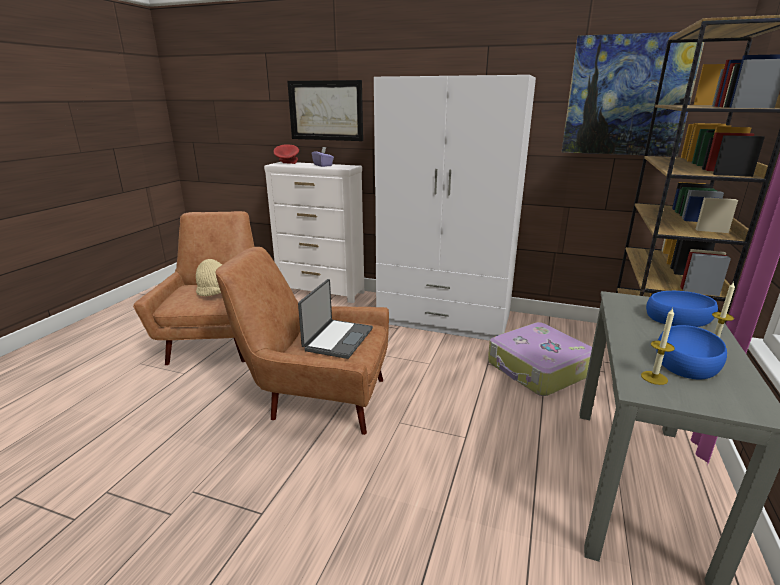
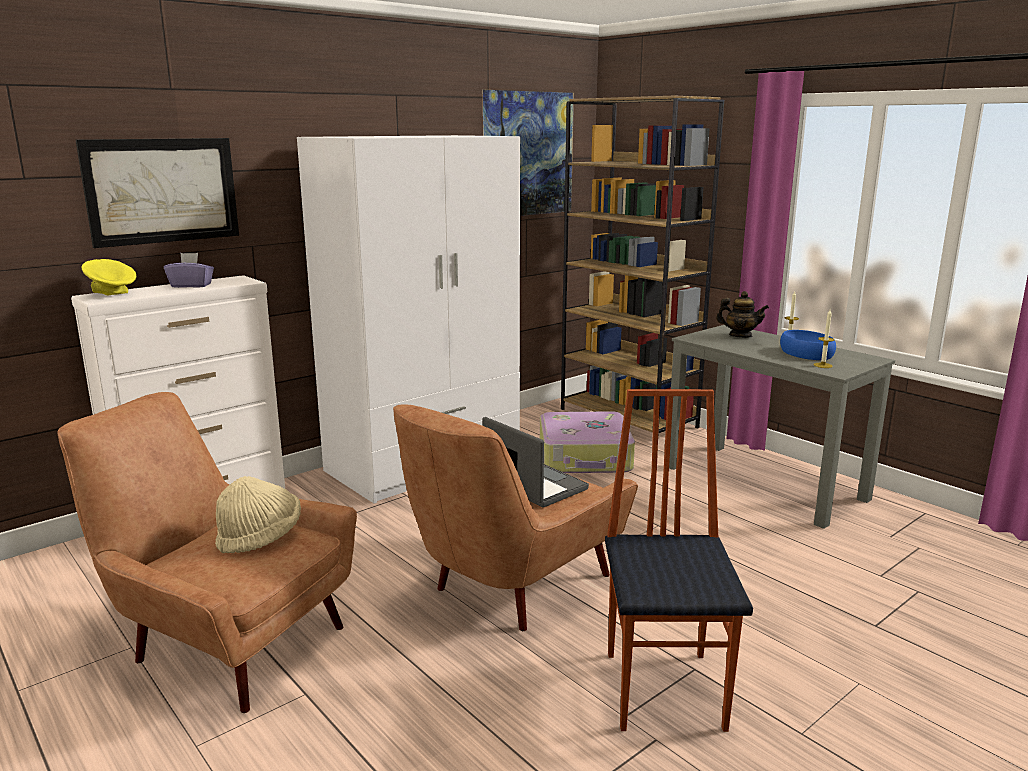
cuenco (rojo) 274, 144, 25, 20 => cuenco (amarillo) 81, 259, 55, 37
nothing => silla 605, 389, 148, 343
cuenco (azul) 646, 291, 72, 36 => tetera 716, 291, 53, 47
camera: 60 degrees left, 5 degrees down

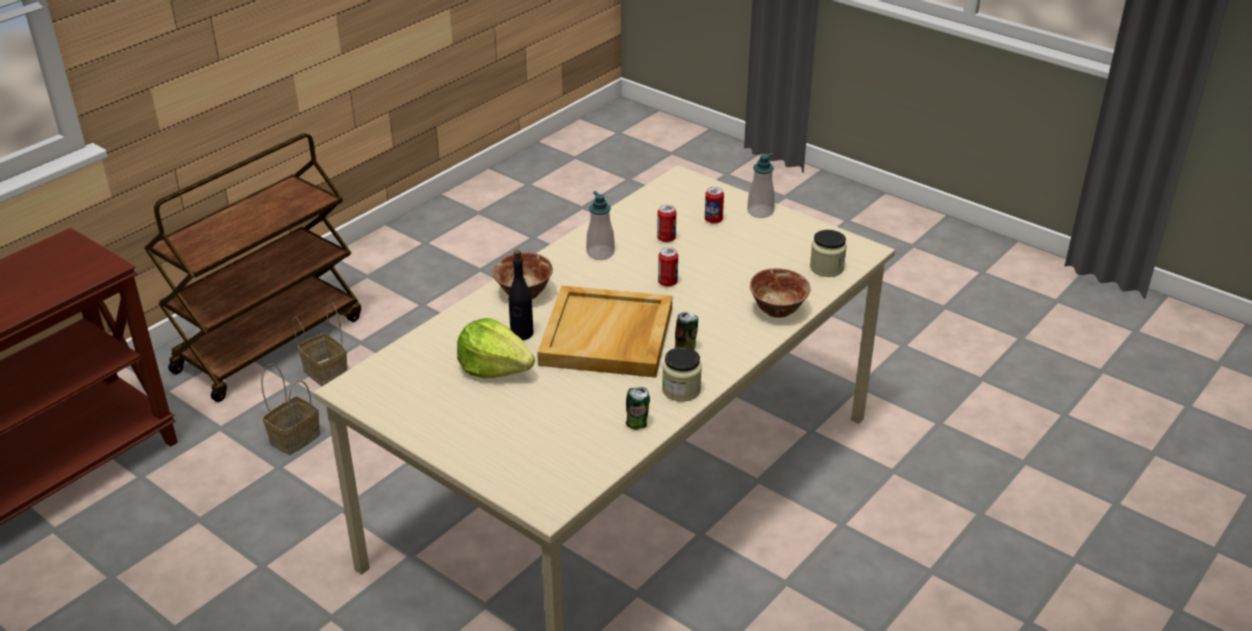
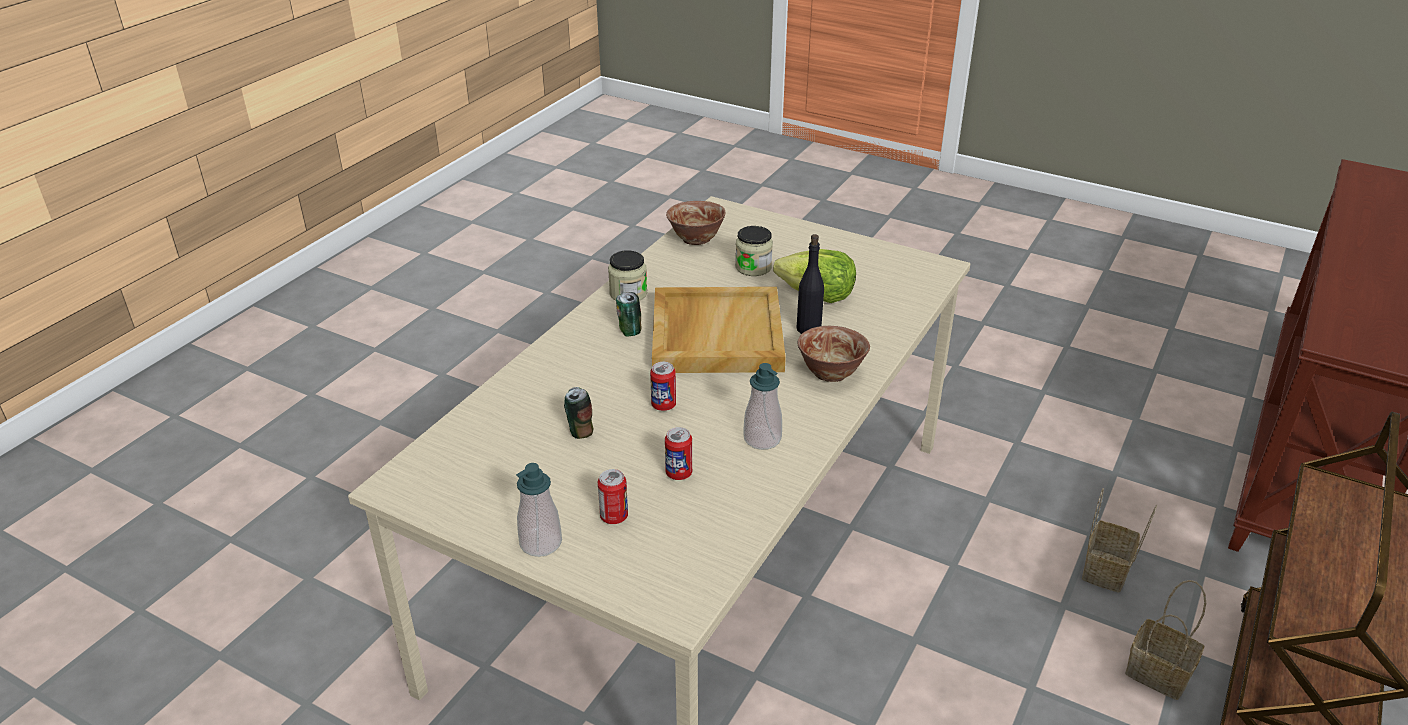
lata 626, 387, 24, 43 => lata 564, 387, 30, 52, moved
cuenco 750, 268, 60, 50 => cuenco 666, 201, 59, 44, moved
tarro 810, 230, 37, 47 => tarro 735, 226, 38, 50, moved
camera: 170 degrees right, 0 degrees up

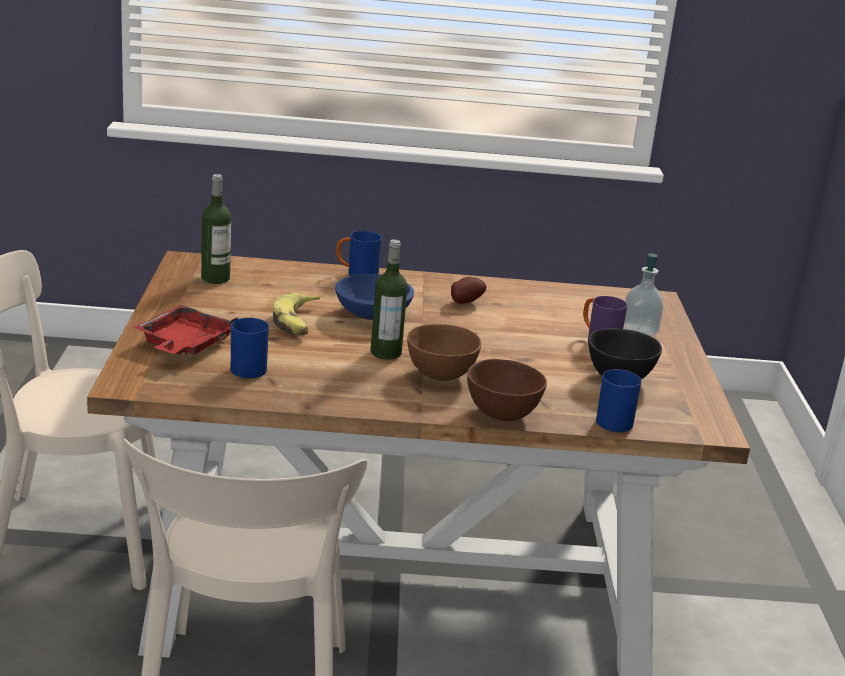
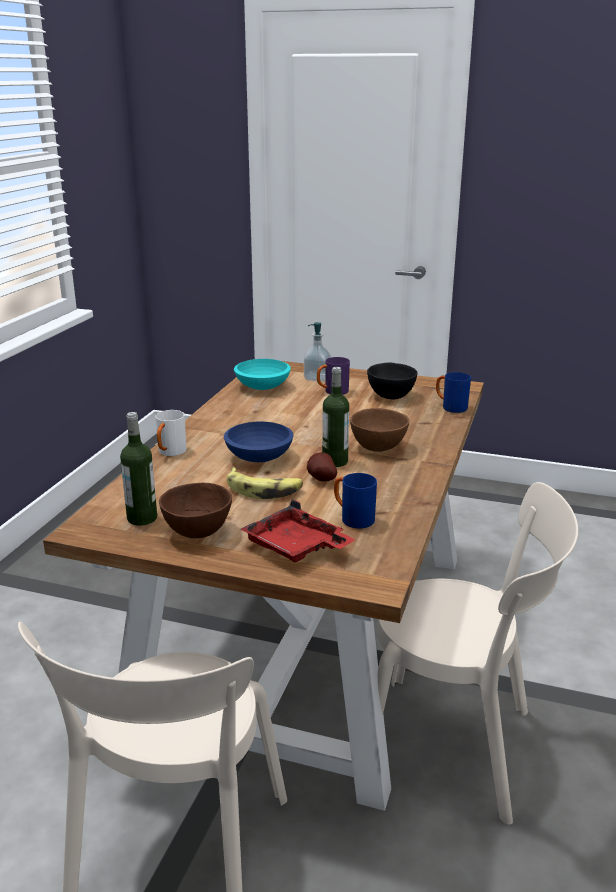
taza grande (azul) 336, 231, 46, 45 => taza grande (blanco) 155, 410, 32, 46
cuenco (marrón) 467, 359, 80, 62 => cuenco (marrón) 159, 482, 73, 56, moved
nothing => cuenco (turquesa) 234, 359, 57, 31
patata 451, 277, 36, 27 => patata 307, 452, 30, 30, moved
camera: 70 degrees left, 0 degrees up

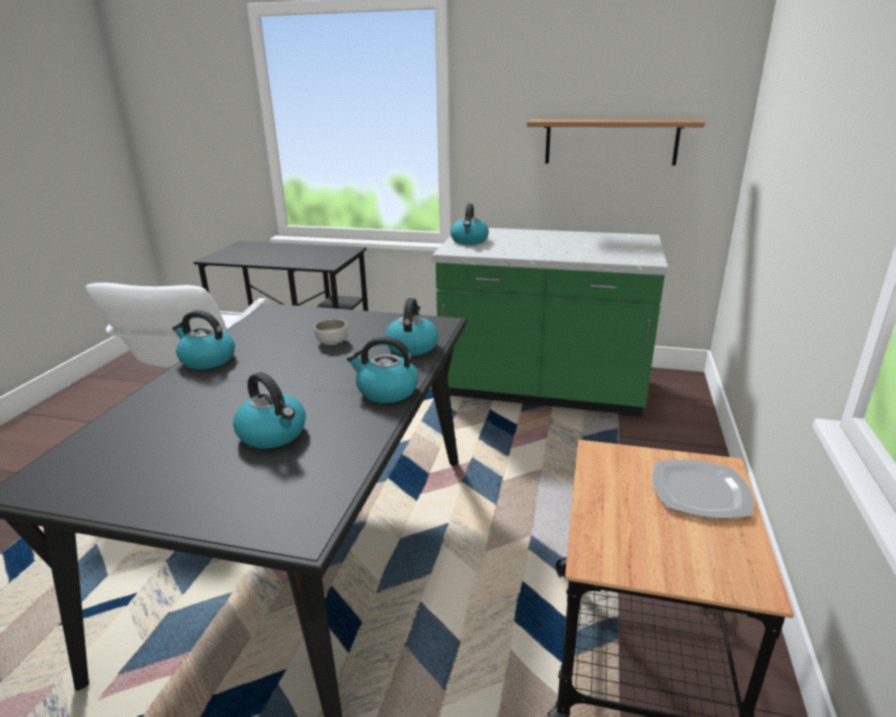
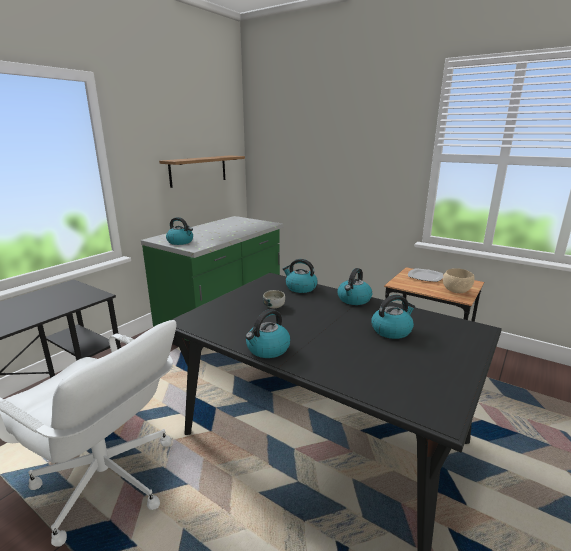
nothing => cuenco (beis) 443, 268, 32, 25
camera: 70 degrees left, 5 degrees down

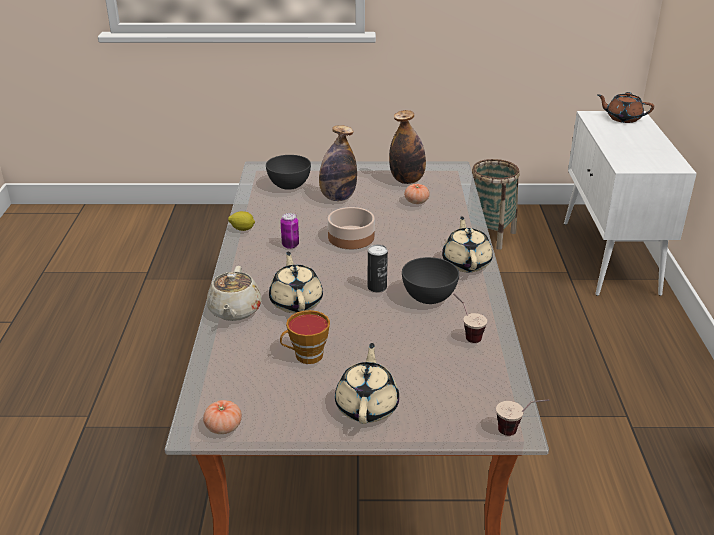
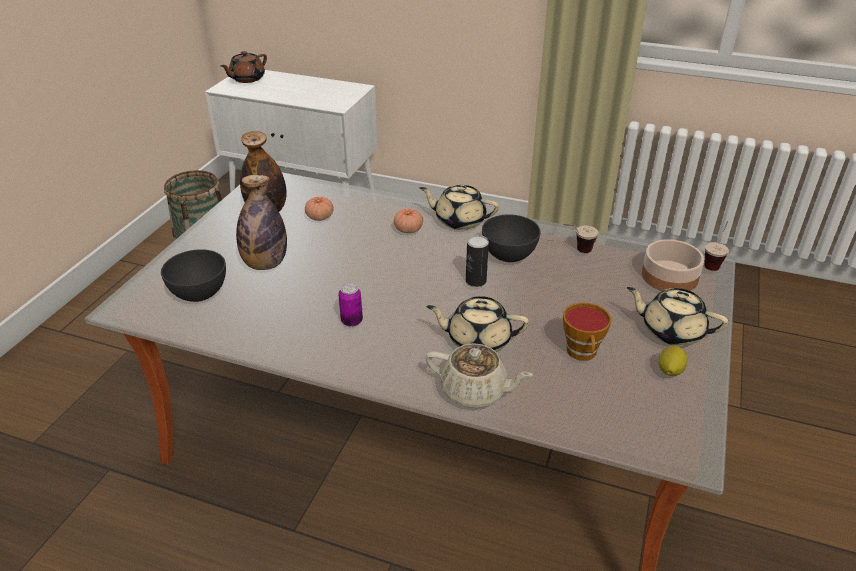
tomate 203, 400, 39, 34 => tomate 394, 209, 29, 24, moved
cuenco 328, 207, 47, 42 => cuenco 642, 239, 62, 52, moved
limón 228, 211, 27, 20 => limón 658, 346, 30, 30, moved
camera: 70 degrees left, 5 degrees up

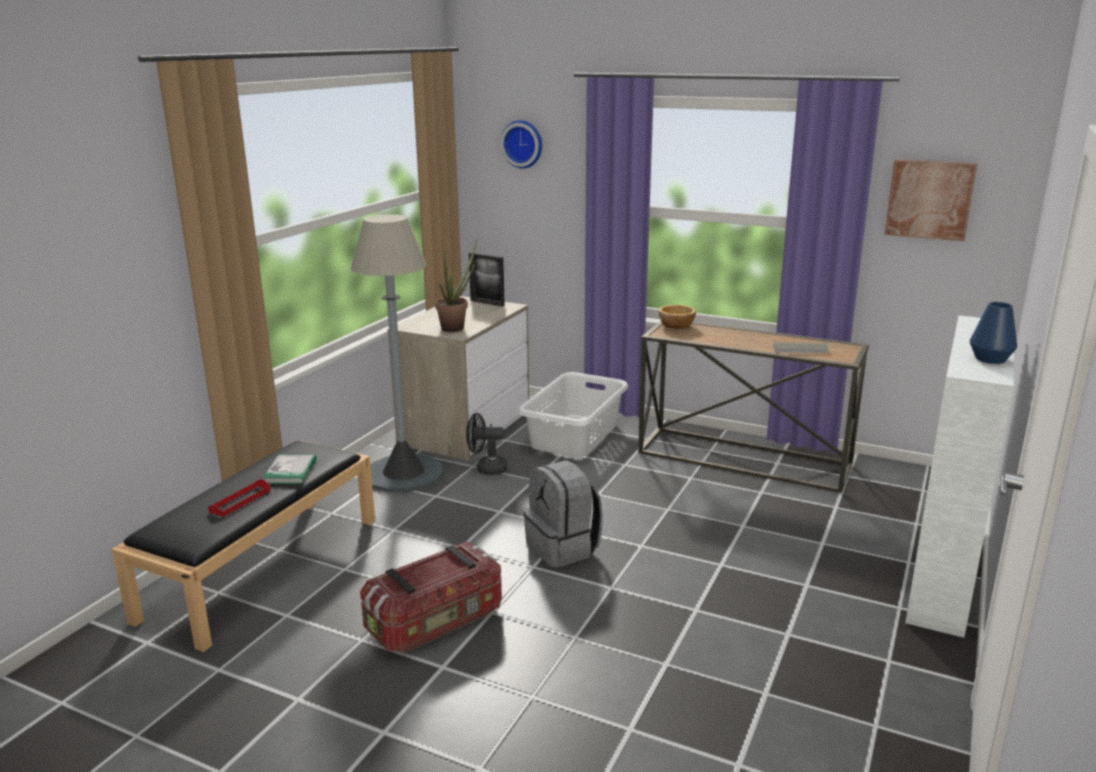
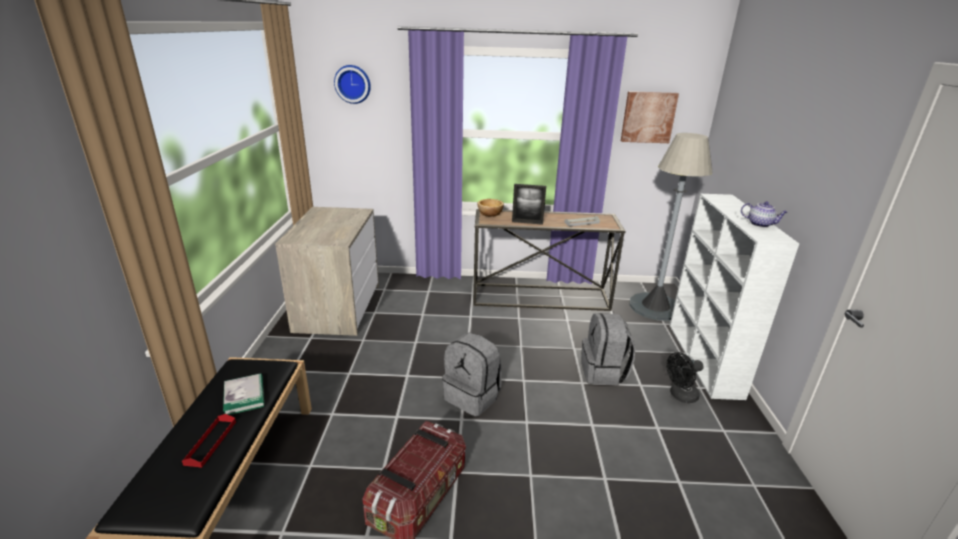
portarretratos 469, 252, 36, 55 => portarretratos 512, 184, 34, 41, moved
nothing => mochila (gris) 581, 313, 54, 72
lámpara de pie (gris) 351, 214, 92, 279 => lámpara de pie (gris) 629, 133, 84, 188, moved
ventilador (negro) 466, 413, 41, 62 => ventilador (negro) 666, 352, 38, 51, moved
florero (azul) 970, 302, 47, 62 => tetera 741, 201, 47, 26
planta en maceta 435, 239, 42, 93 => nothing
cesto de la ropa (blanco) 518, 372, 110, 86 => nothing
camera: 25 degrees left, 5 degrees up

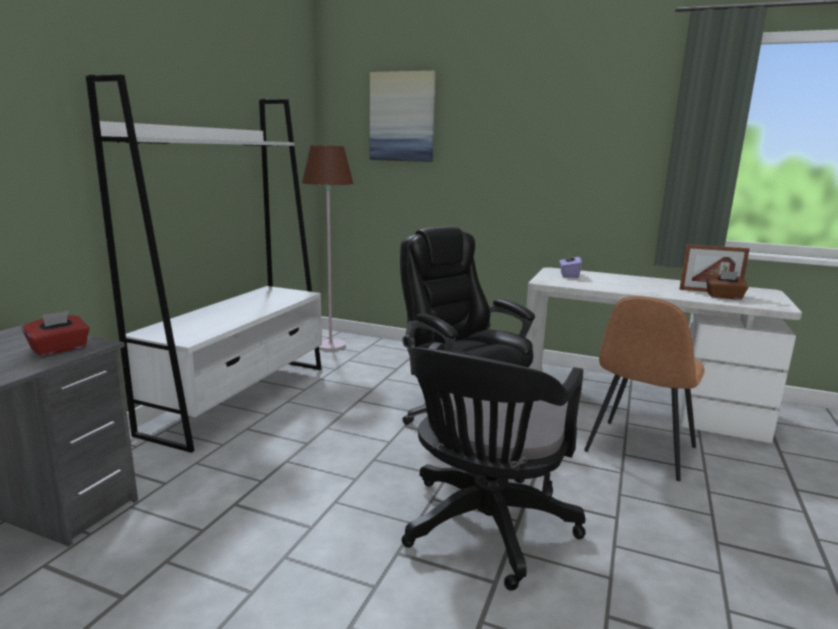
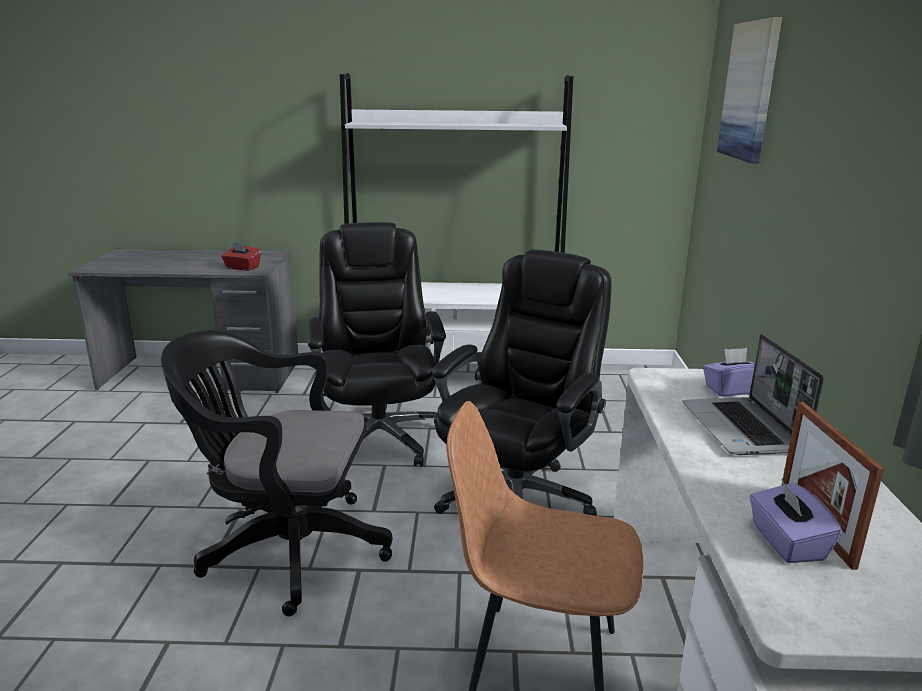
nothing => silla de oficina (negro) 308, 222, 138, 245
nothing => portátil 683, 334, 141, 121
caja de pañuelos (marrón) 706, 271, 43, 29 => caja de pañuelos (morado) 749, 479, 93, 84
lámpara de pie (marrón) 302, 145, 52, 206 => nothing
camera: 70 degrees right, 5 degrees up

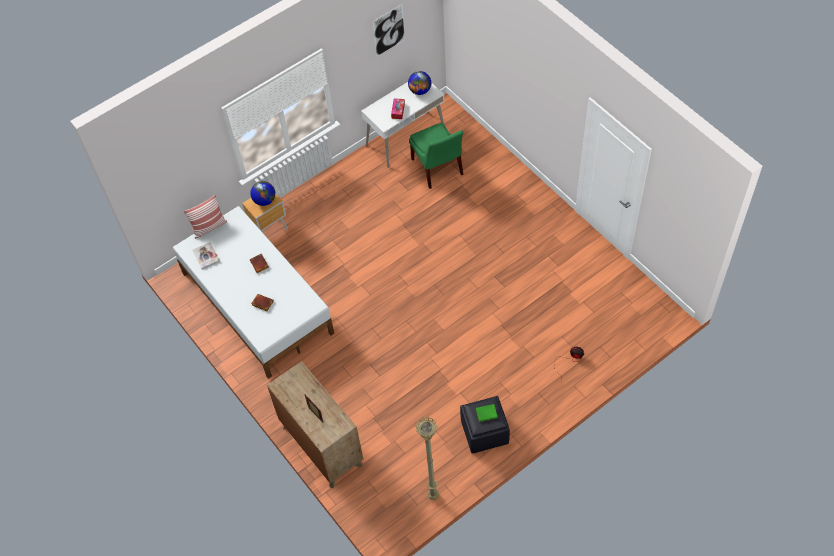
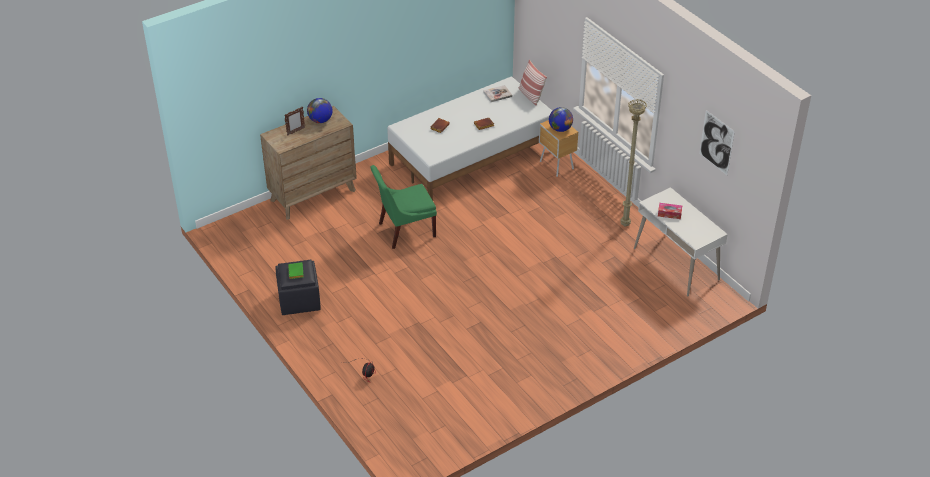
globo terráqueo 408, 71, 23, 24 => globo terráqueo 307, 98, 26, 25, moved
silla (verde) 409, 123, 54, 66 => silla (verde) 370, 165, 67, 84, moved
lámpara de pie (beis) 415, 417, 24, 83 => lámpara de pie (beis) 620, 99, 27, 127, moved
camera: 90 degrees right, 15 degrees down

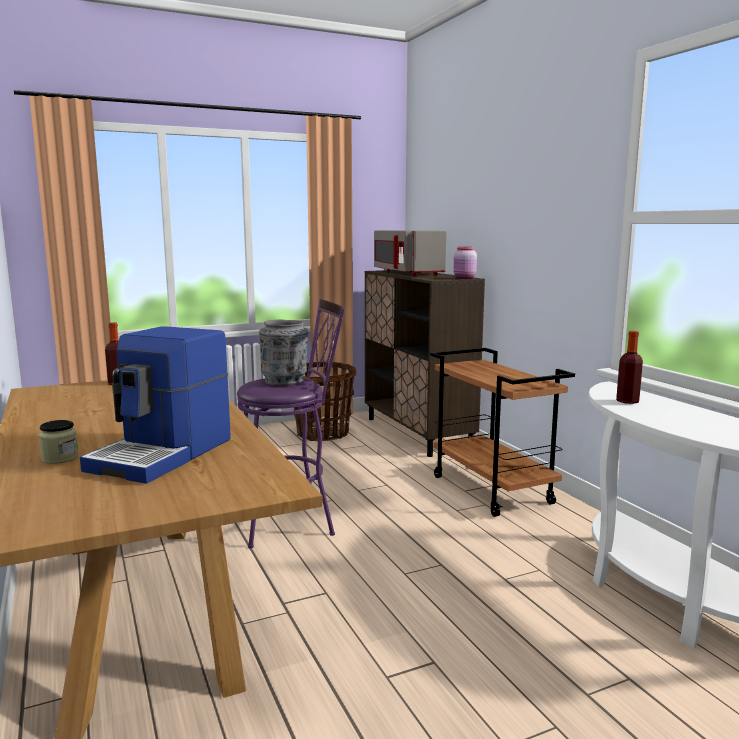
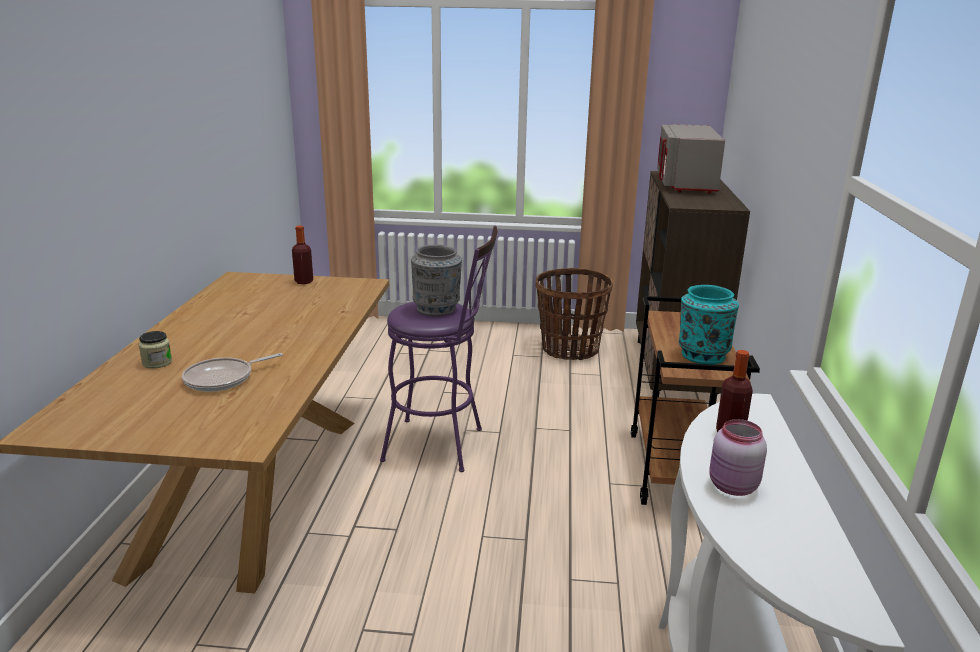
cafetera 80, 326, 151, 158 => sartén 182, 353, 101, 39
nothing => florero (turquesa) 679, 285, 60, 80
tarro (rosa) 454, 247, 23, 32 => tarro (rosa) 709, 419, 58, 77, moved
camera: 30 degrees right, 10 degrees up

